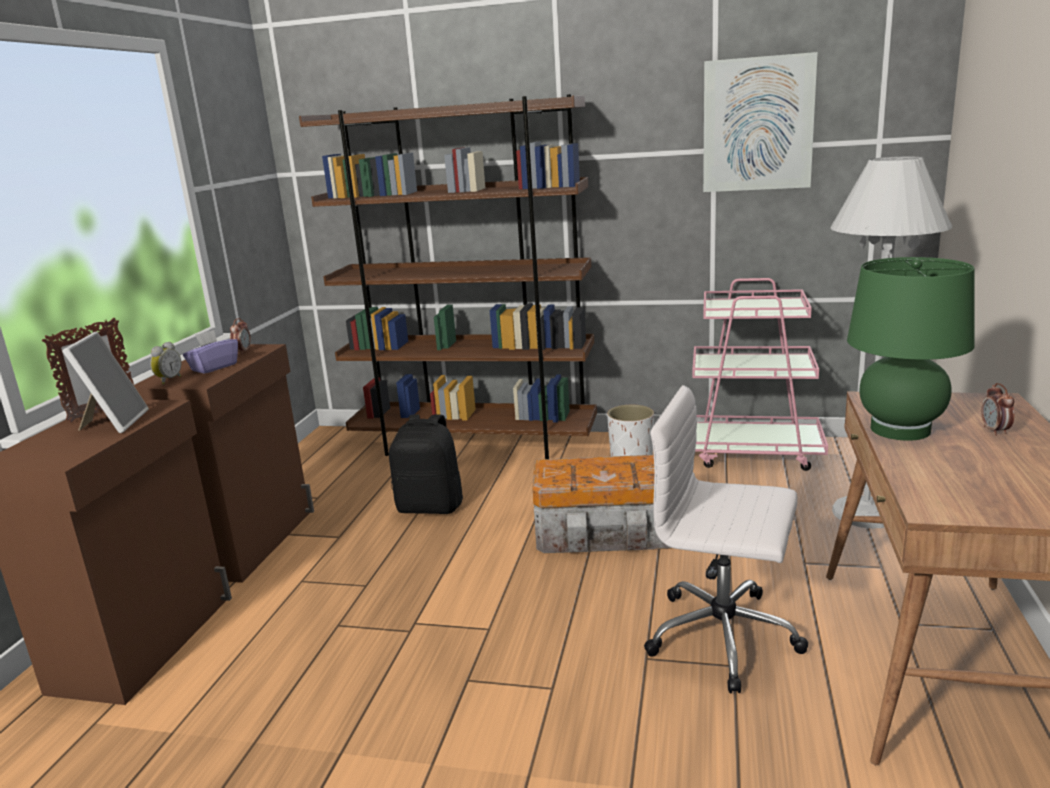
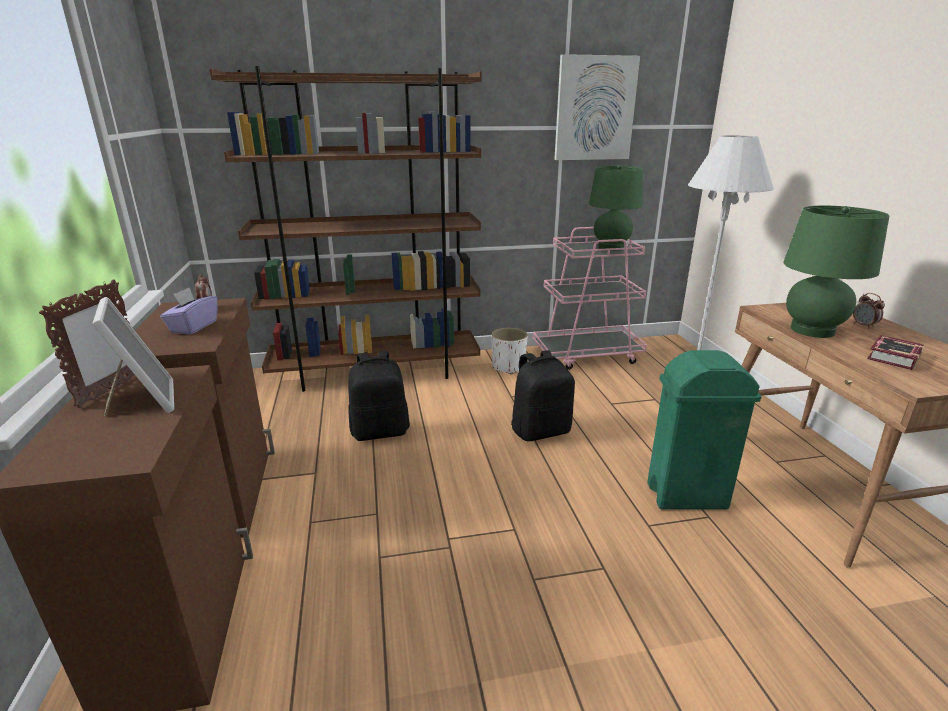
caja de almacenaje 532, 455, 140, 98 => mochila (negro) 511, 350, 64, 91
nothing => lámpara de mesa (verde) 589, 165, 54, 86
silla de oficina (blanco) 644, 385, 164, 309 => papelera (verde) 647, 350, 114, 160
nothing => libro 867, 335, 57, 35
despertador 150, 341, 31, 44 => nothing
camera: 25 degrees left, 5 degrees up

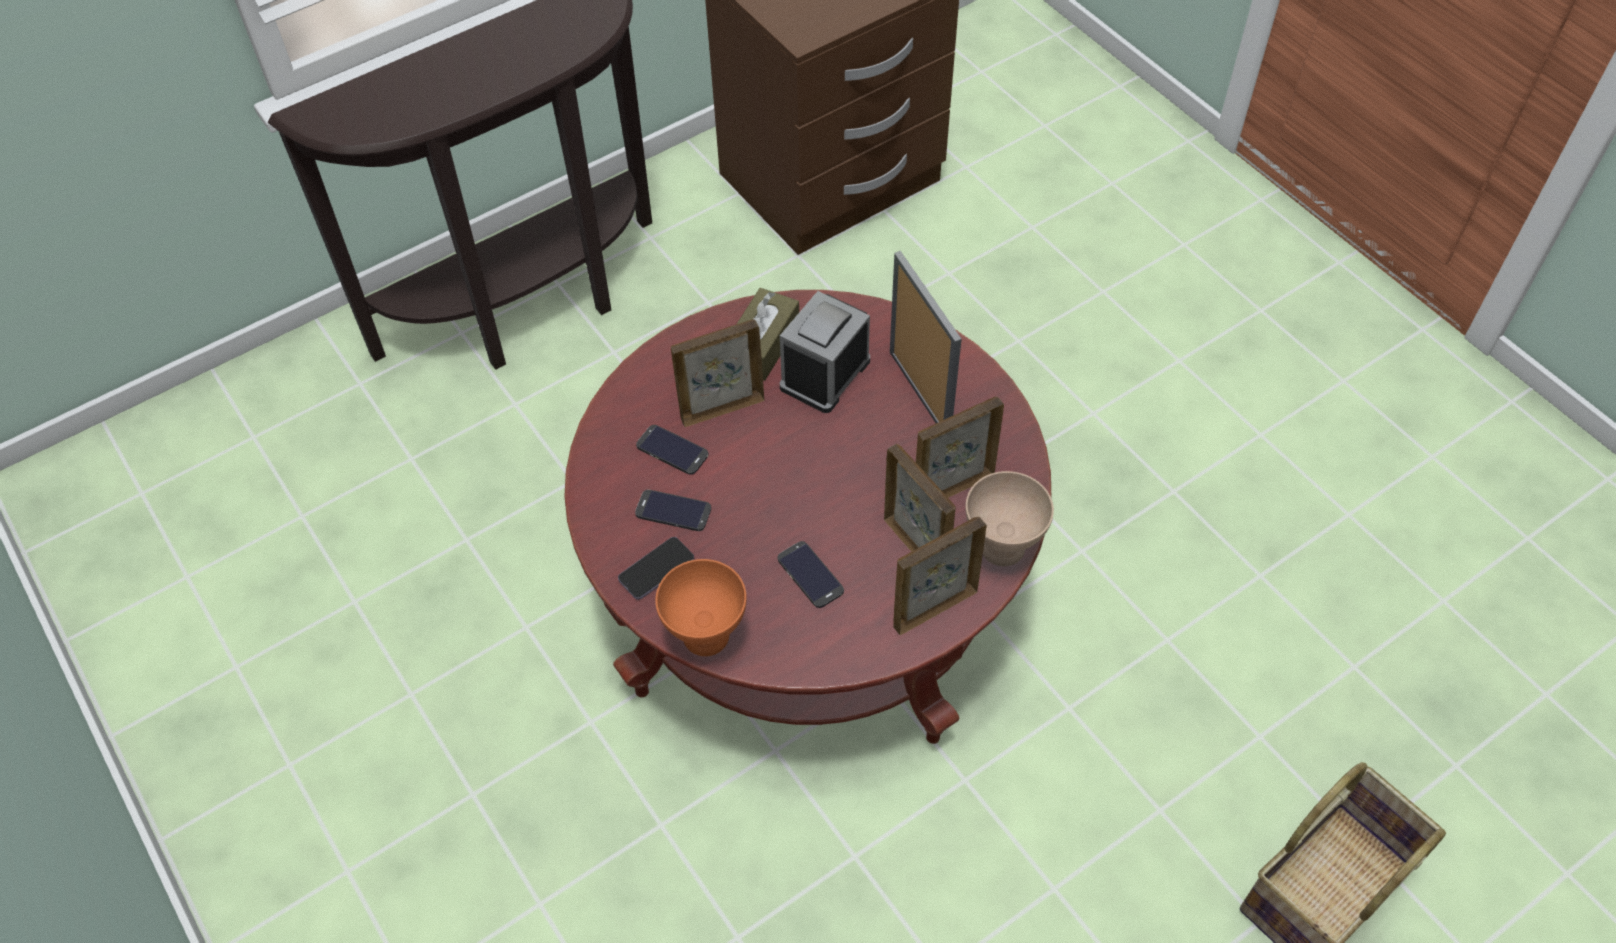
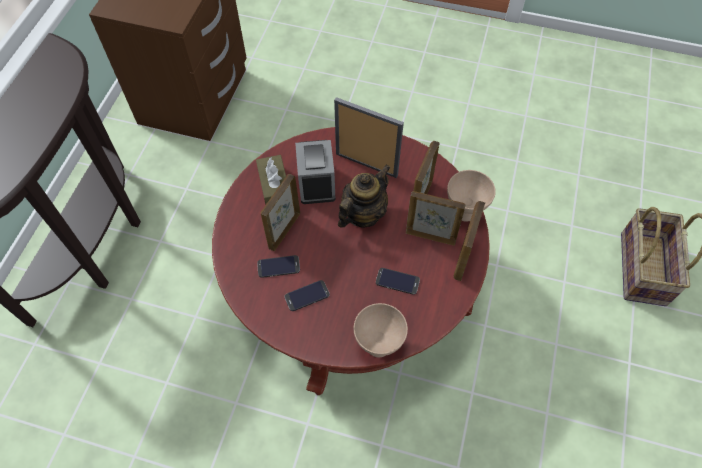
nothing => tetera 338, 165, 53, 63
cuenco (naranja) 655, 559, 92, 97 => cuenco (beis) 354, 303, 54, 54
móvil 618, 537, 76, 63 => nothing
camera: 40 degrees left, 5 degrees up

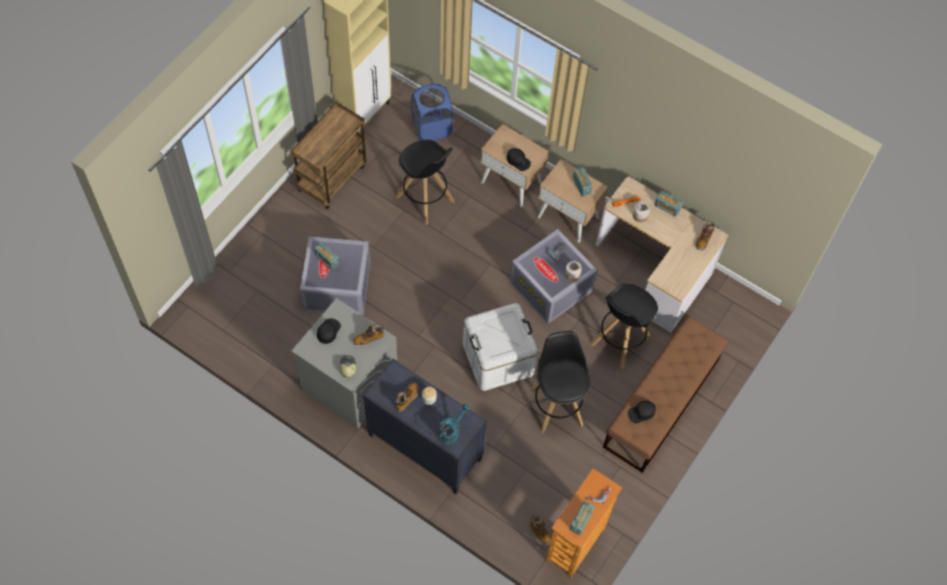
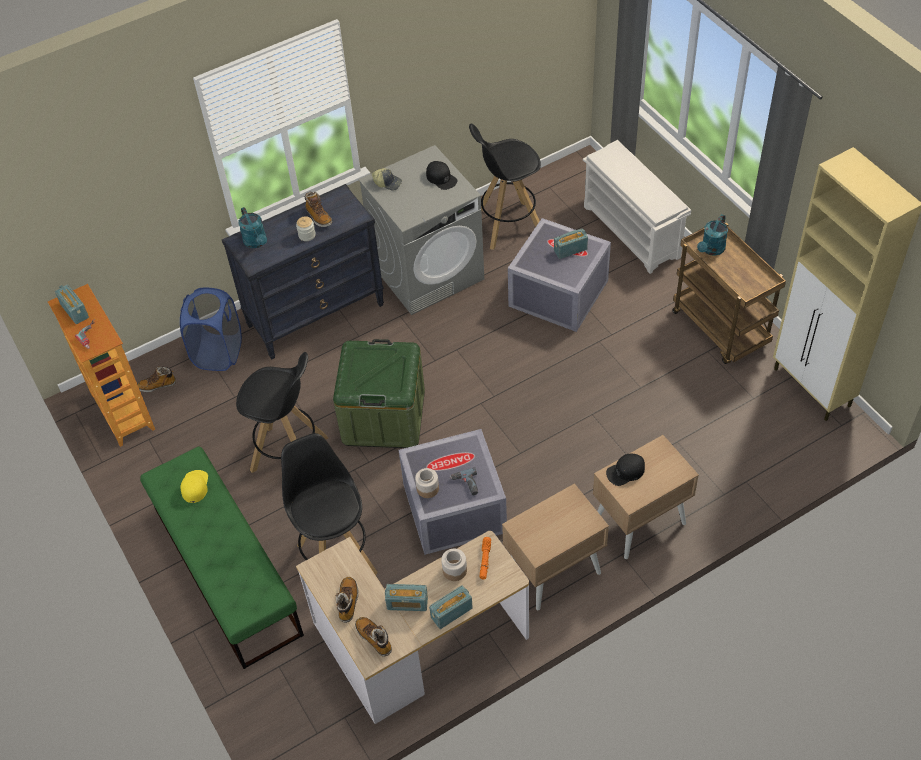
banco (marrón) 603, 316, 125, 157 => banco (verde) 140, 446, 164, 223
cesto de la ropa (azul) 411, 84, 42, 57 => cesto de la ropa (azul) 180, 288, 62, 83, moved
gorra (negro) 628, 400, 28, 24 => gorra (amarillo) 181, 470, 27, 33
caja de almacenaje (blanco) 463, 303, 75, 88 => caja de almacenaje (verde) 333, 339, 92, 109
bota 353, 324, 31, 22 => bota 336, 577, 23, 46, moved
radio 573, 167, 19, 30 => radio 385, 584, 43, 27, moved
taburete (negro) 396, 139, 59, 86 => taburete (negro) 469, 123, 72, 127, moved
nothing => zapatero (blanco) 583, 140, 108, 134
nothing => regadera (turquesa) 697, 214, 31, 42
camera: 120 degrees right, 10 degrees down

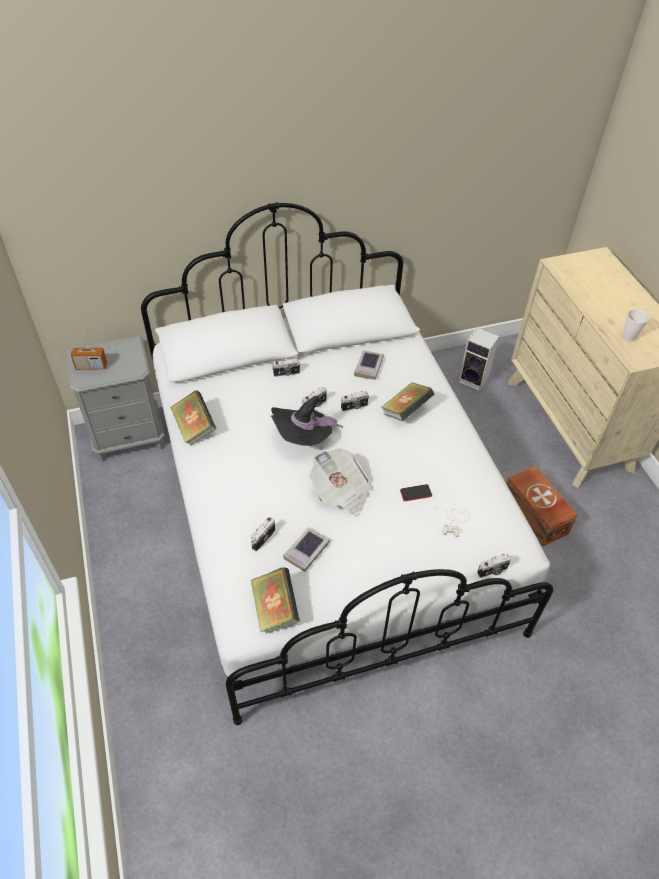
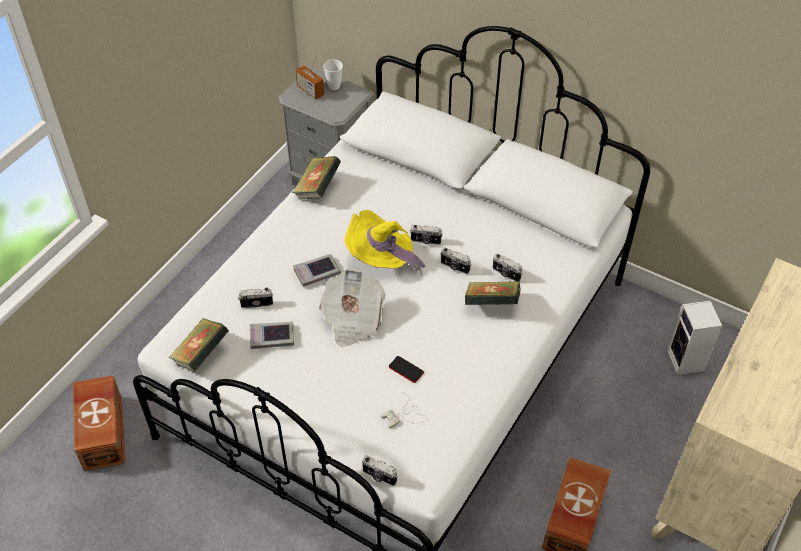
nothing => caja de almacenaje (marrón) 73, 375, 52, 96
libro 354, 350, 30, 30 => libro 293, 254, 48, 33, moved
taza 623, 309, 26, 32 => taza 323, 60, 20, 30, moved
sombrero (negro) 271, 396, 72, 50 => sombrero (amarillo) 345, 210, 80, 65
cámara 272, 359, 29, 18 => cámara 493, 253, 29, 29, moved
camera: 50 degrees right, 0 degrees up

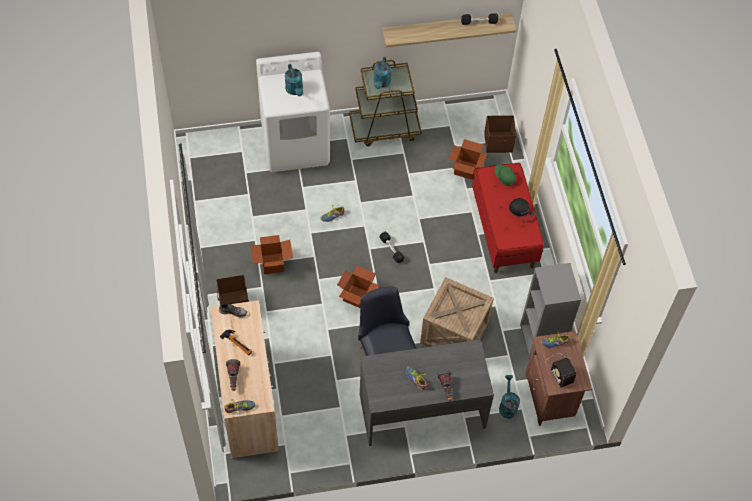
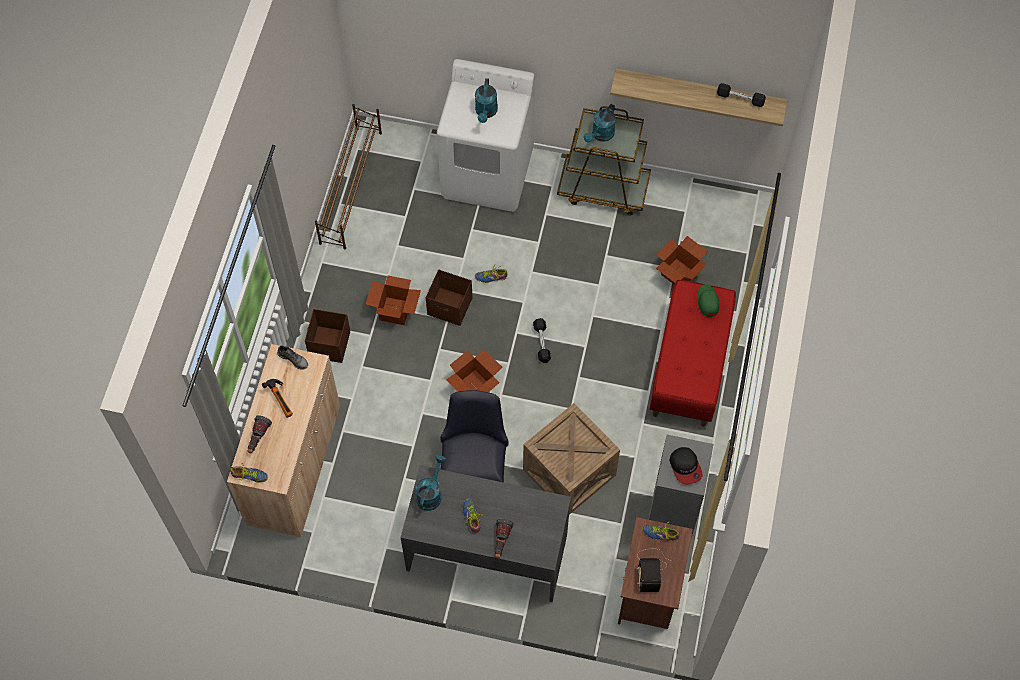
nothing => zapatero (marrón) 315, 104, 67, 145
regadera (turquesa) 499, 375, 21, 44 => regadera (turquesa) 416, 455, 30, 56, moved
caja de almacenaje (marrón) 484, 115, 32, 38 => caja de almacenaje (marrón) 426, 269, 46, 57, moved
gorra 509, 198, 27, 24 => gorra 669, 447, 33, 38, moved
camera: 25 degrees right, 5 degrees up

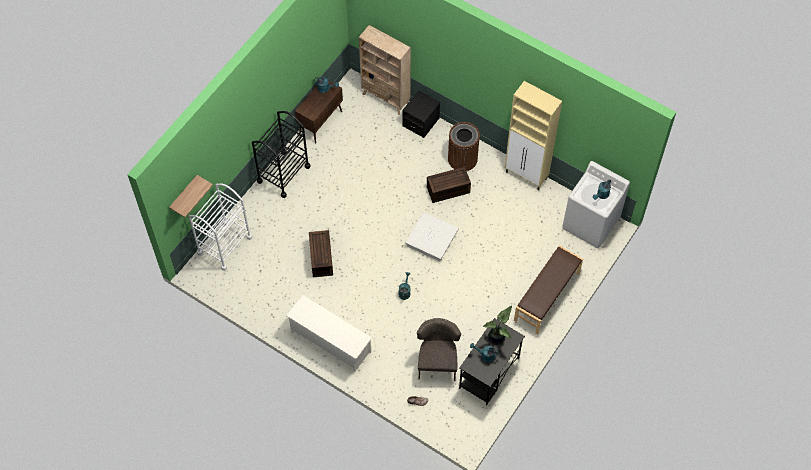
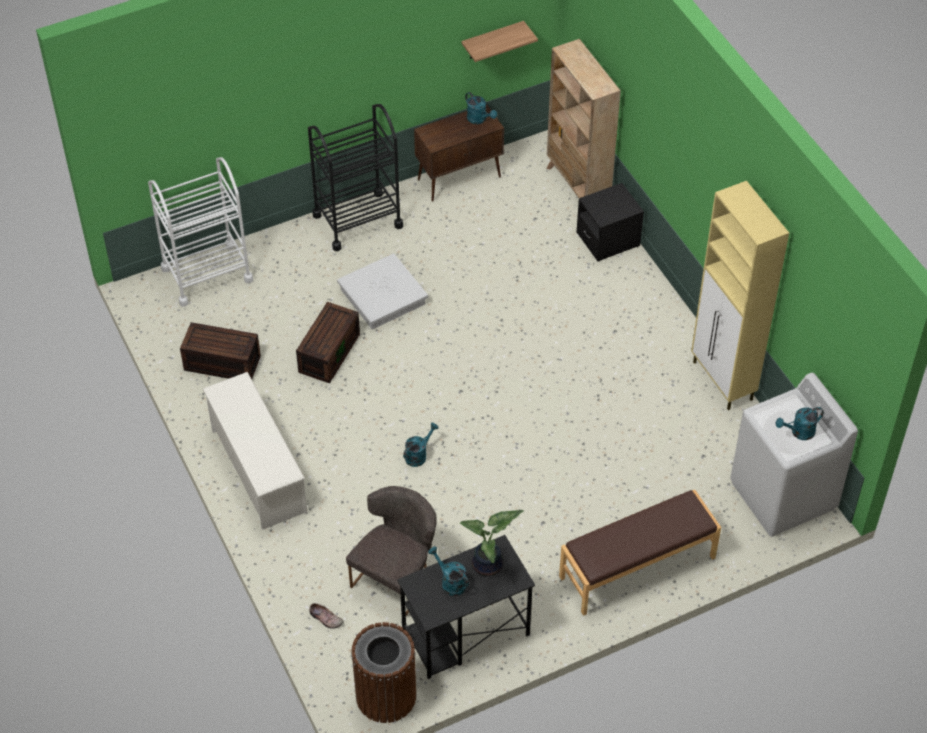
caja de almacenaje (marrón) 427, 167, 44, 36 => caja de almacenaje (marrón) 180, 322, 81, 57, moved
caja de almacenaje (blanco) 405, 212, 54, 49 => caja de almacenaje (blanco) 337, 253, 91, 76, moved
papelera (marrón) 448, 122, 32, 49 => papelera (marrón) 351, 622, 65, 101, moved
estante 169, 175, 44, 42 => estante 461, 21, 77, 41, moved
camera: 30 degrees right, 10 degrees down

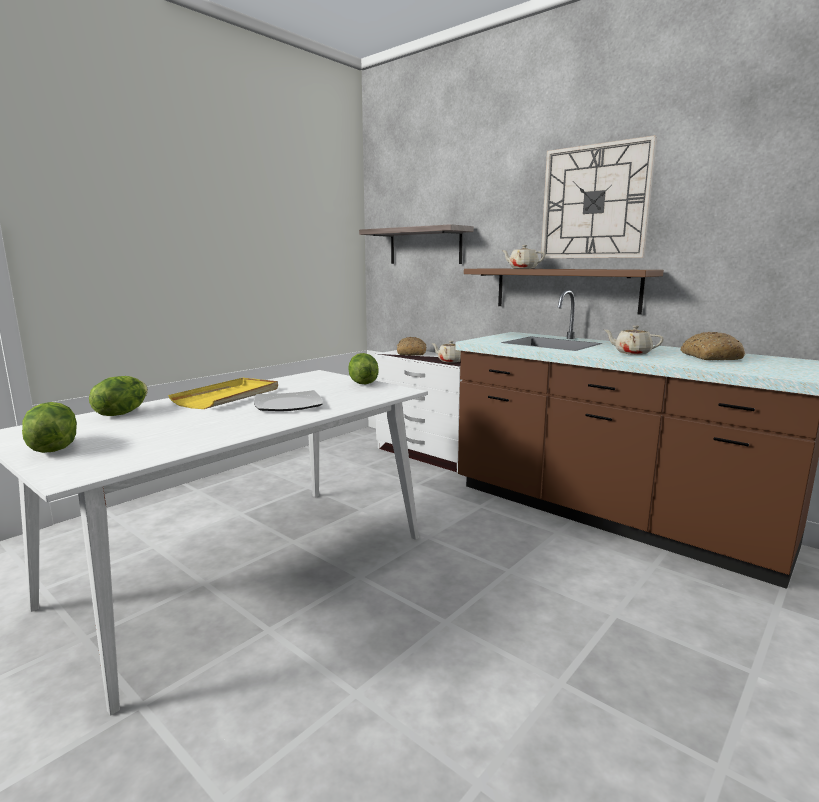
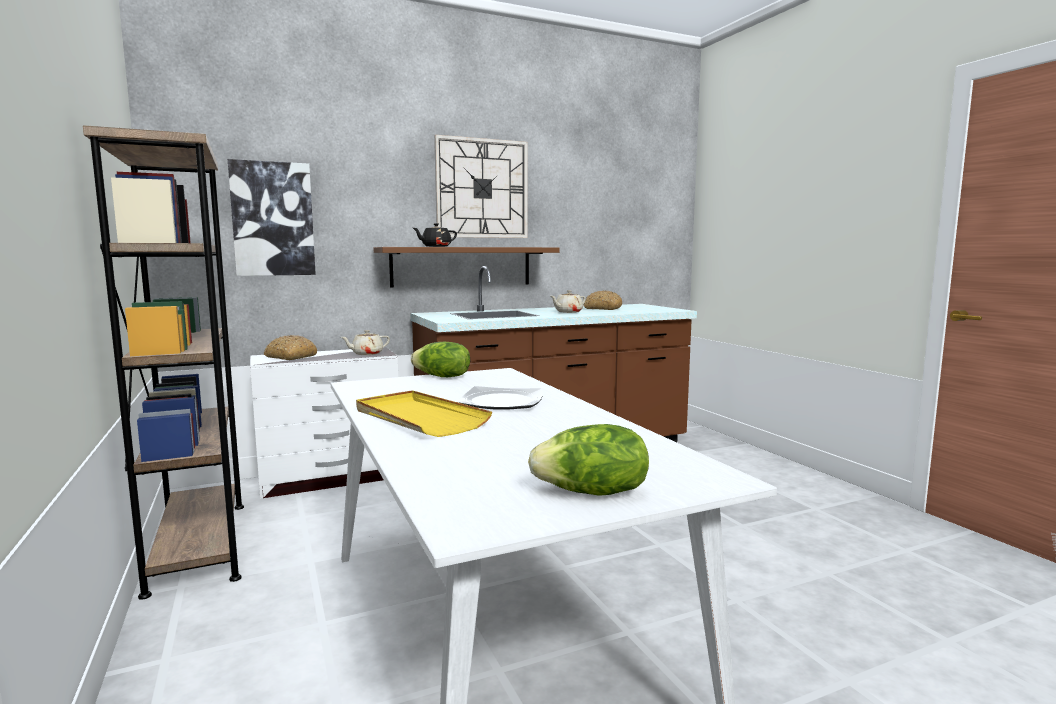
nothing => estantería (marrón) 83, 125, 161, 475
estante 359, 224, 115, 40 => cuadro 228, 159, 88, 117
tetera (beis) 502, 245, 43, 24 => tetera (negro) 413, 223, 44, 24
lechuga 89, 376, 59, 40 => nothing
camera: 65 degrees left, 5 degrees down

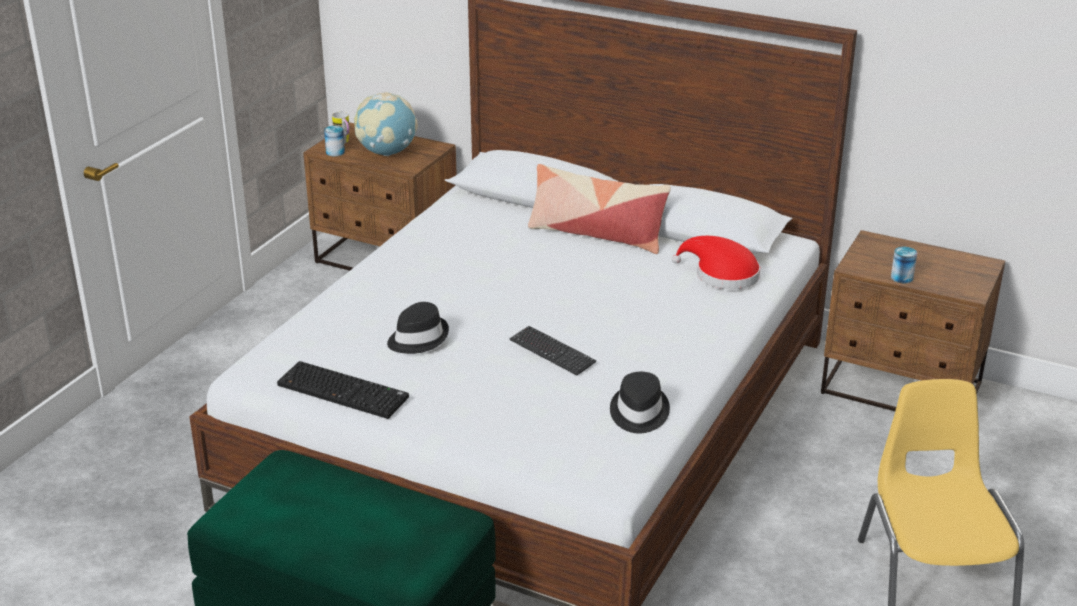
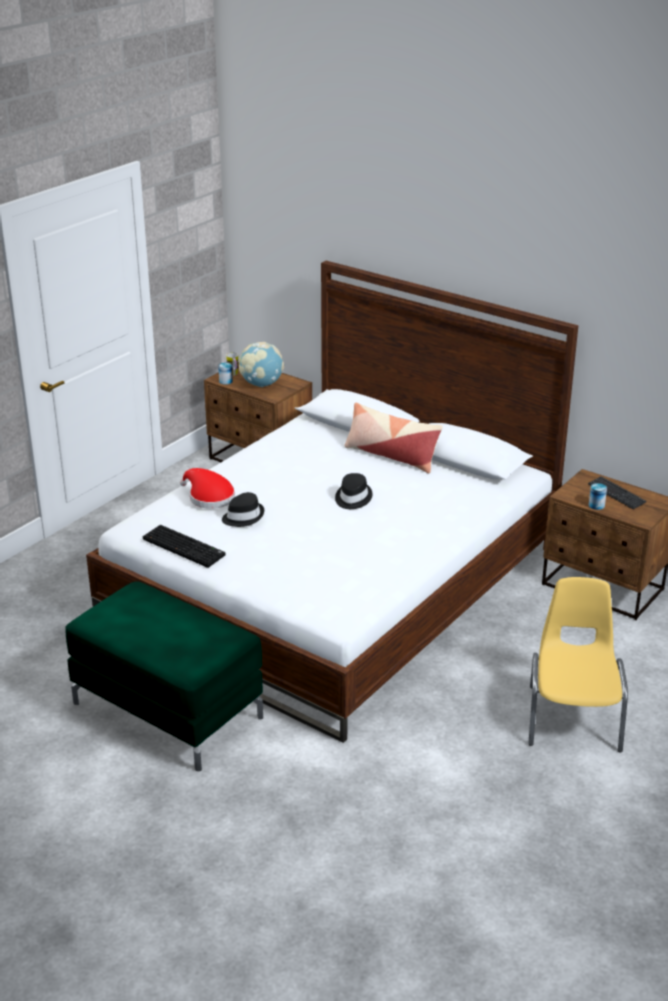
sombrero (rojo) 672, 236, 88, 53 => sombrero (rojo) 180, 468, 55, 41, moved
sombrero (negro) 610, 372, 60, 62 => sombrero (negro) 335, 473, 38, 36, moved
teclado 509, 326, 87, 49 => teclado 588, 476, 59, 33, moved
camera: 10 degrees right, 0 degrees up

